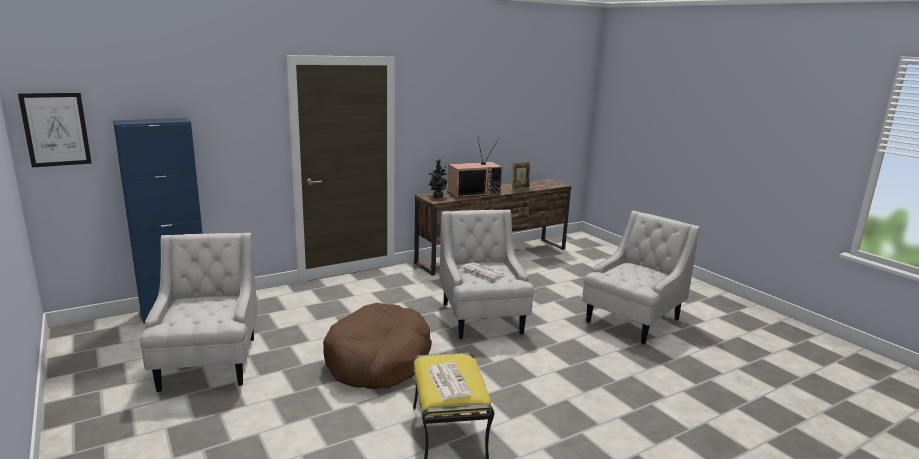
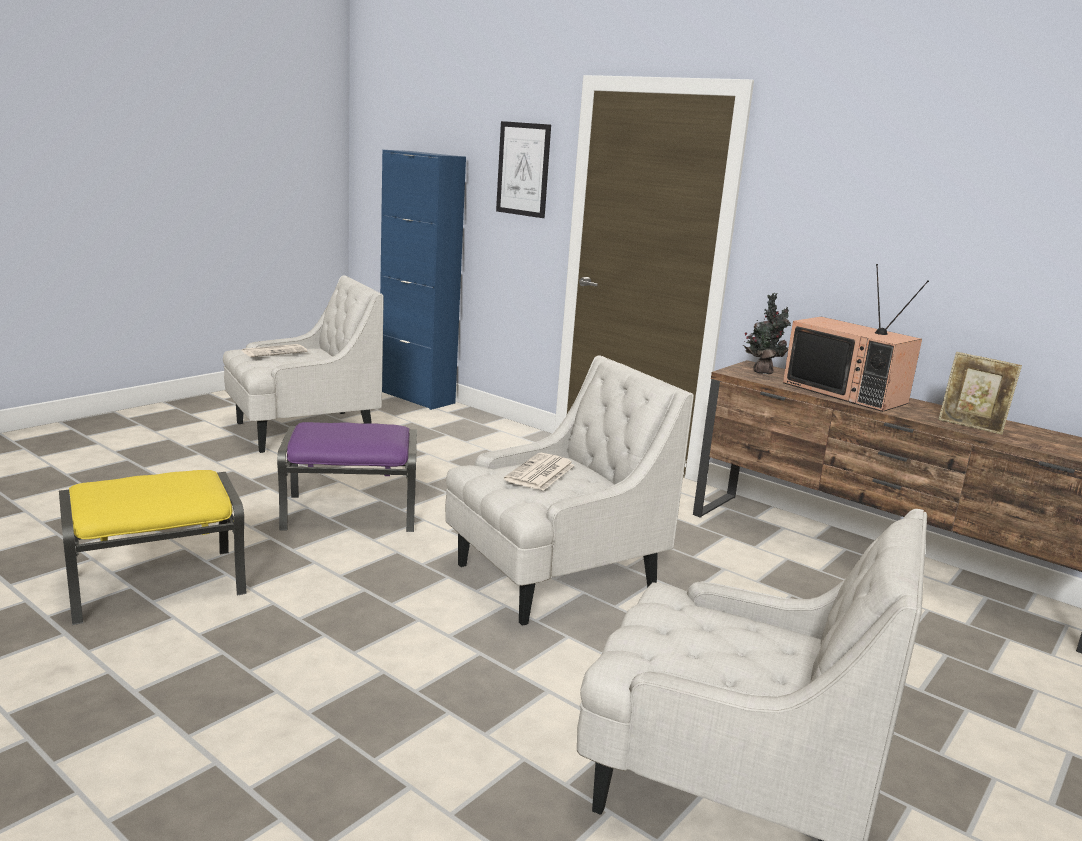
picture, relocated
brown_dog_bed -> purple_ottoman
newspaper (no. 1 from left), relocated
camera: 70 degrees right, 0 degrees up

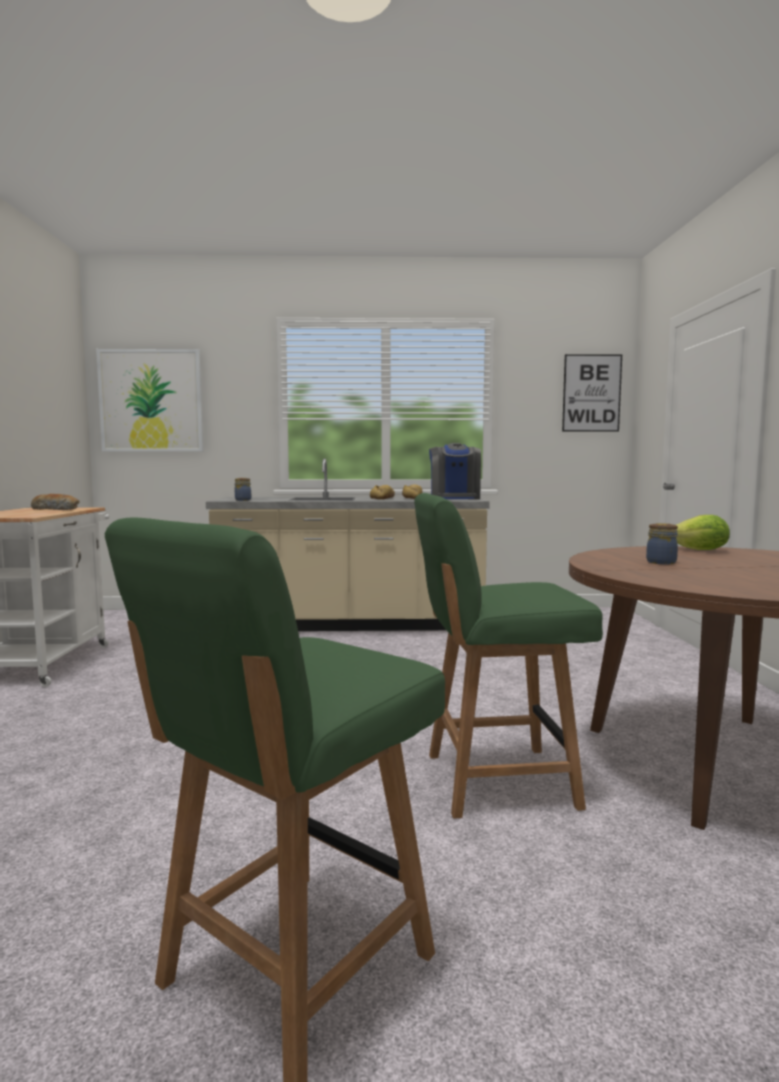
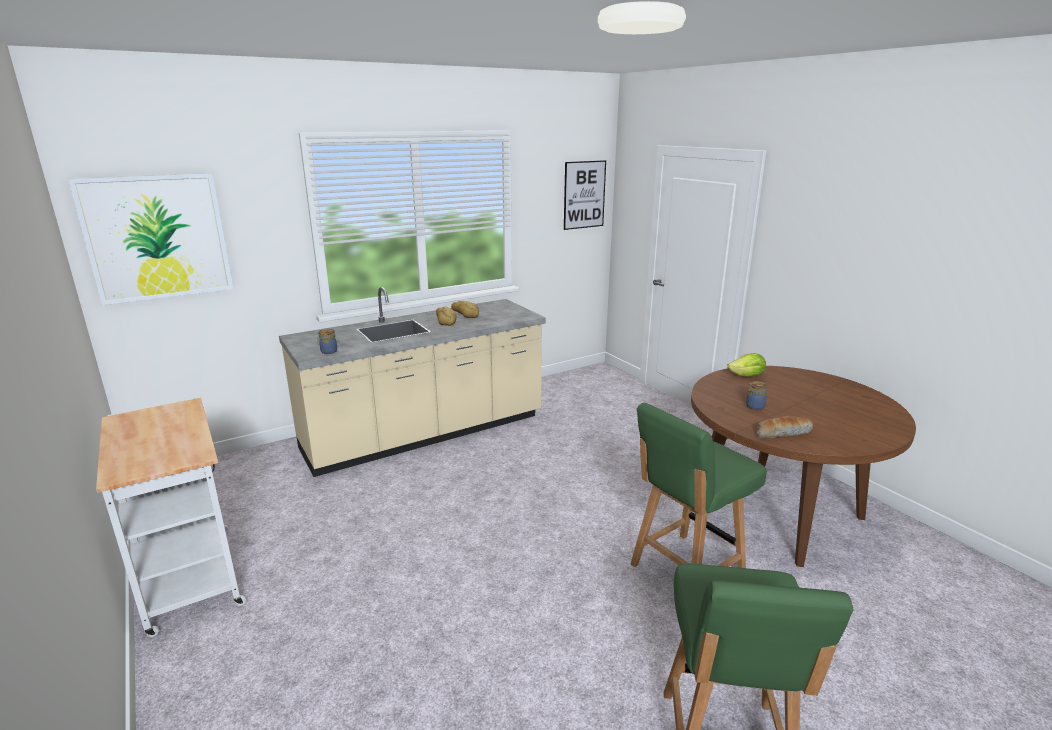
bread (no. 1 from left in the first image) -> bread (no. 3 from left), relocated
coffee_machine -> none
camera: 30 degrees left, 15 degrees up

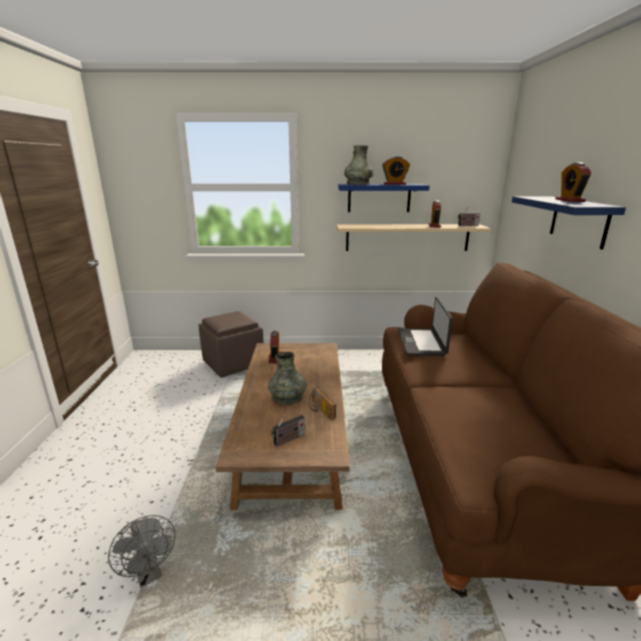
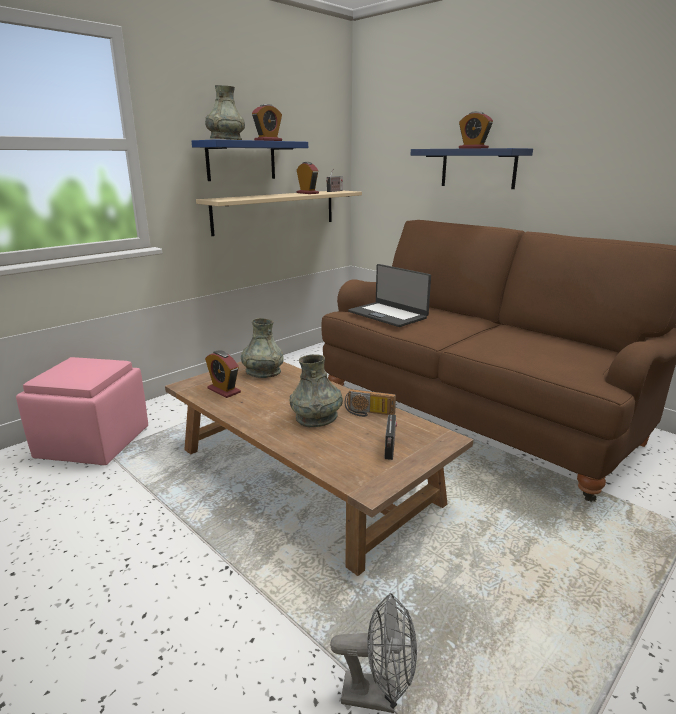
brown_ottoman -> pink_ottoman
none -> grey_vase (no. 2 from left)
camera: 45 degrees left, 0 degrees up

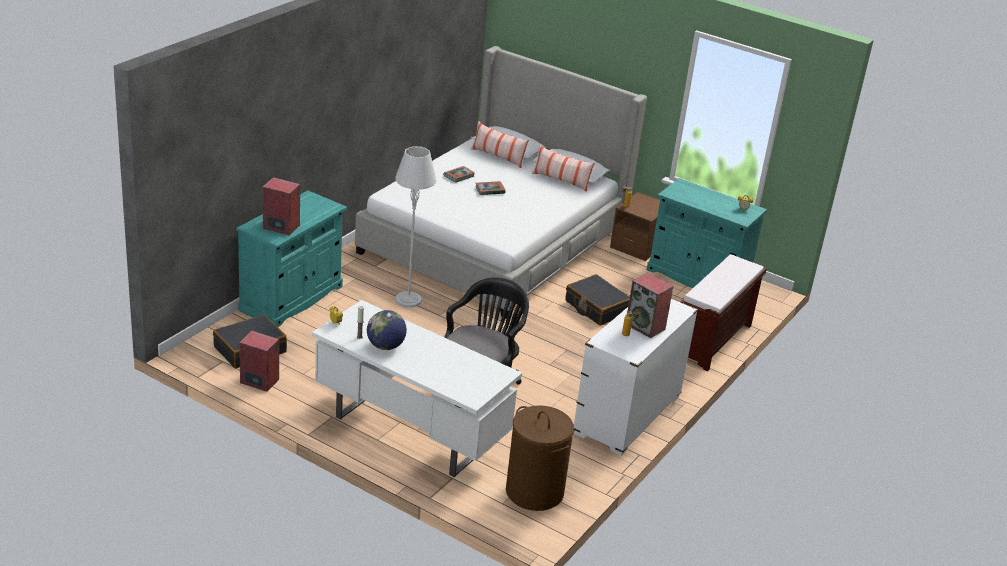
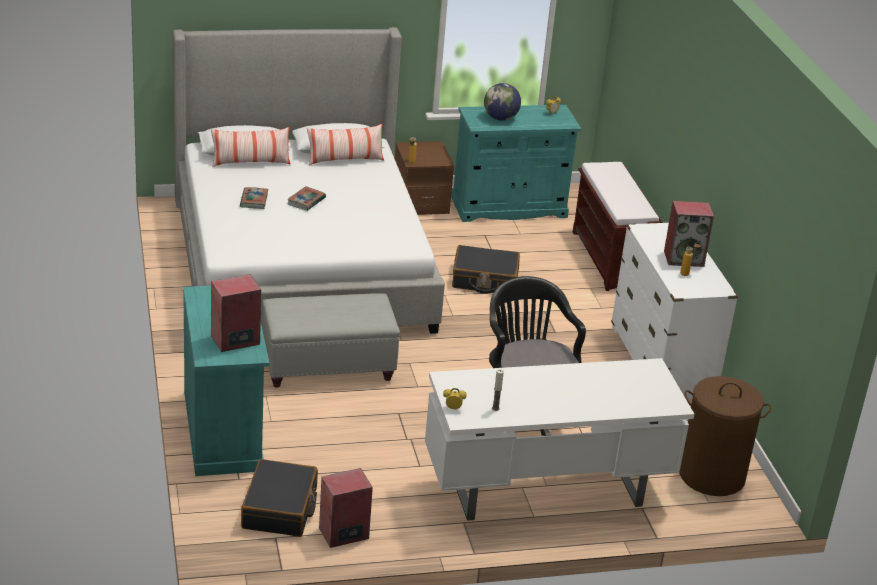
globe, relocated
grey_floor_lamp -> grey_ottoman
camera: 45 degrees left, 0 degrees up

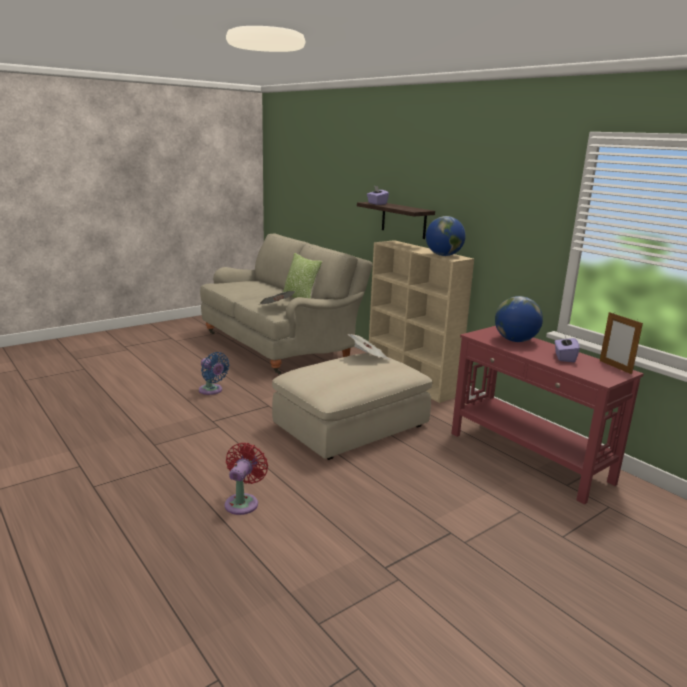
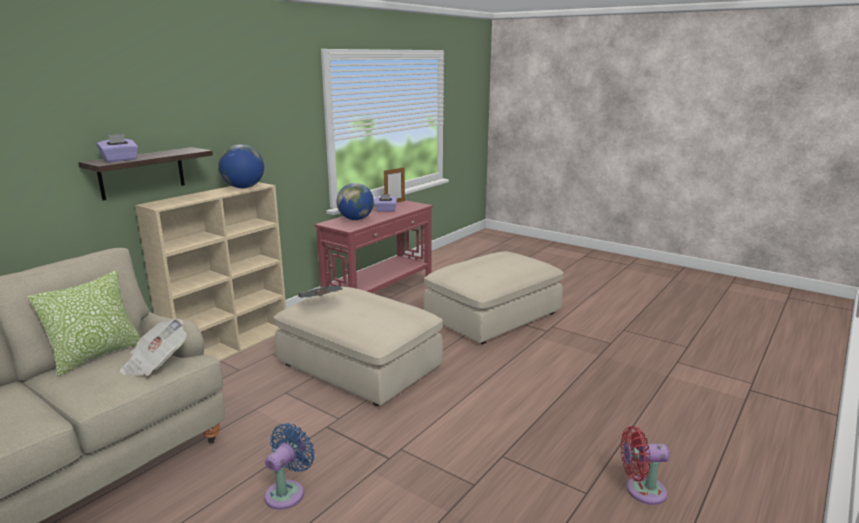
red_fan, relocated
none -> beige_ottoman (no. 2 from left)
camera: 105 degrees left, 0 degrees up

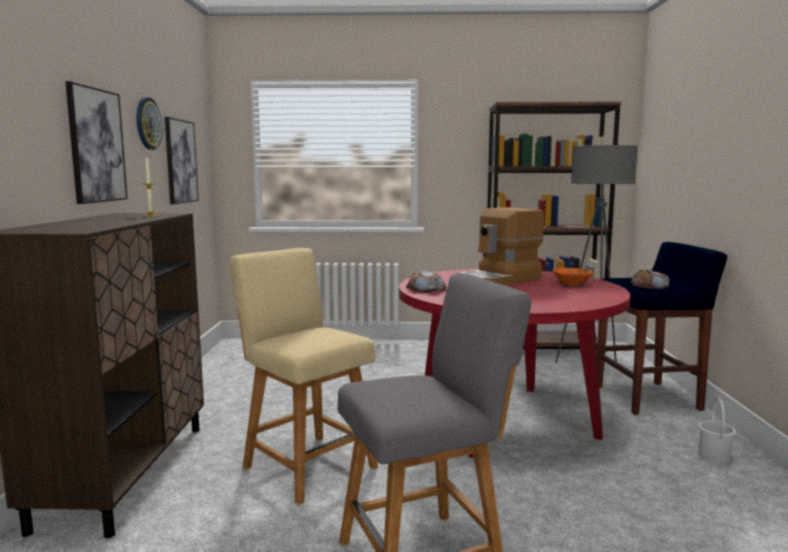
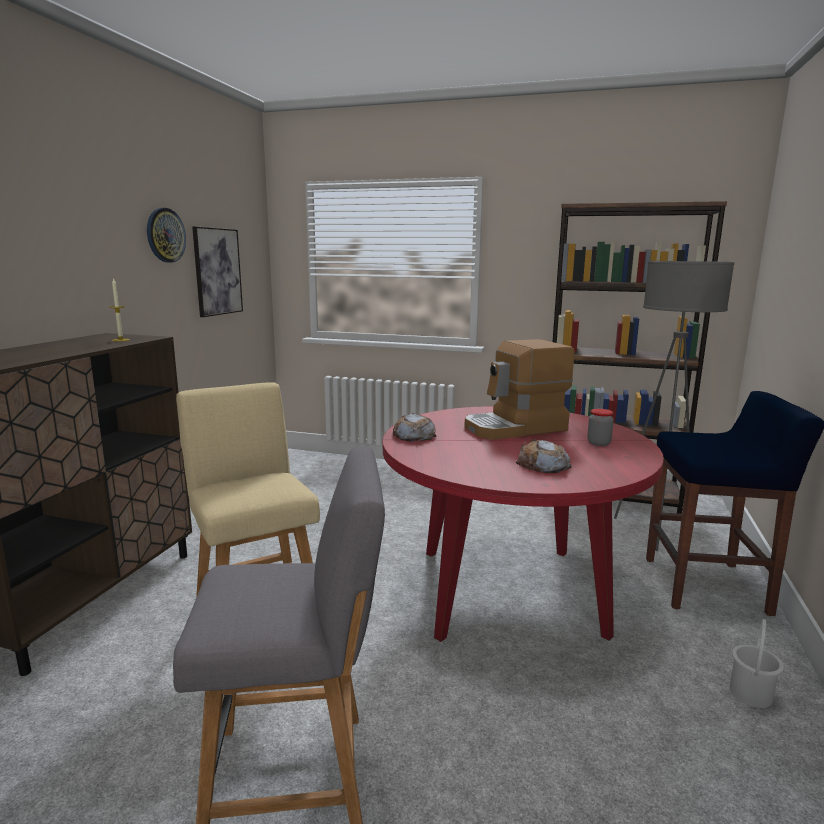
picture (no. 1 from left) -> none
orange_bowl -> jar
bread (no. 2 from left), relocated
camera: 15 degrees right, 5 degrees up

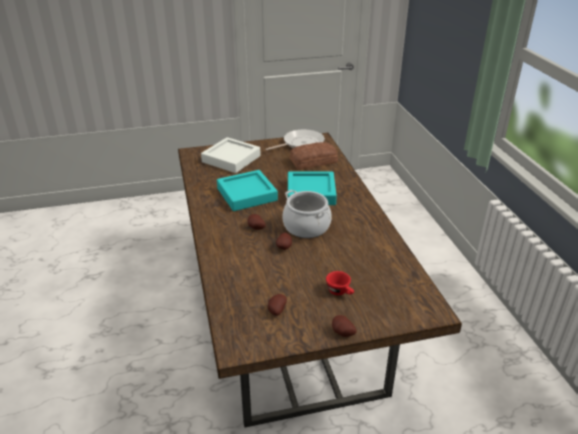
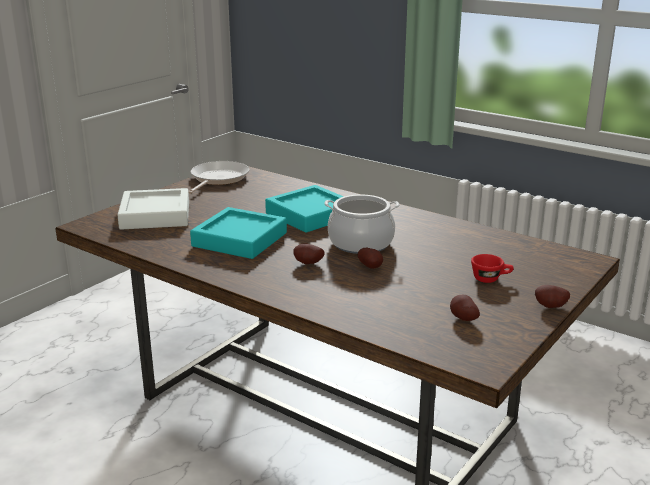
bread -> none
camera: 40 degrees left, 10 degrees down

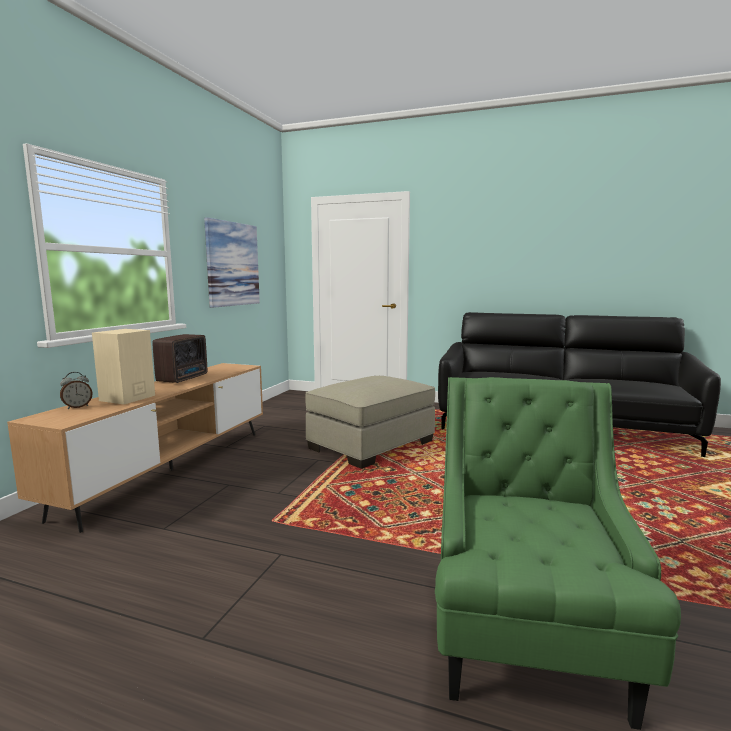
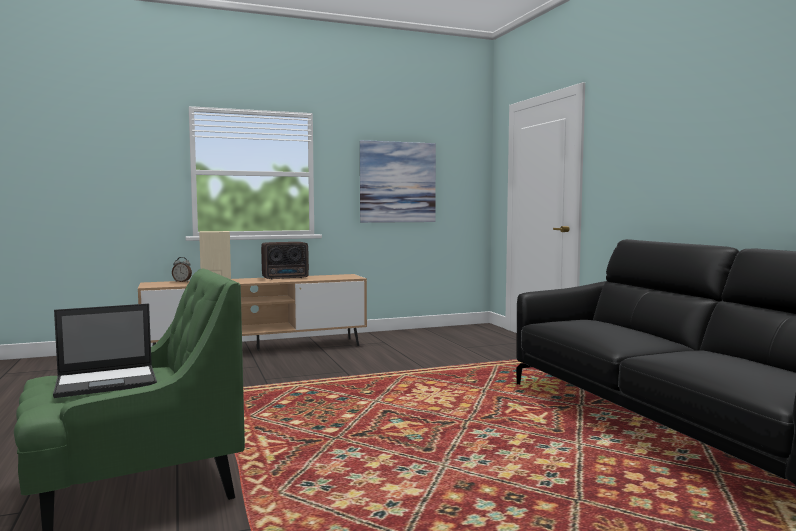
beige_ottoman -> none
none -> laptop
camera: 50 degrees right, 5 degrees down

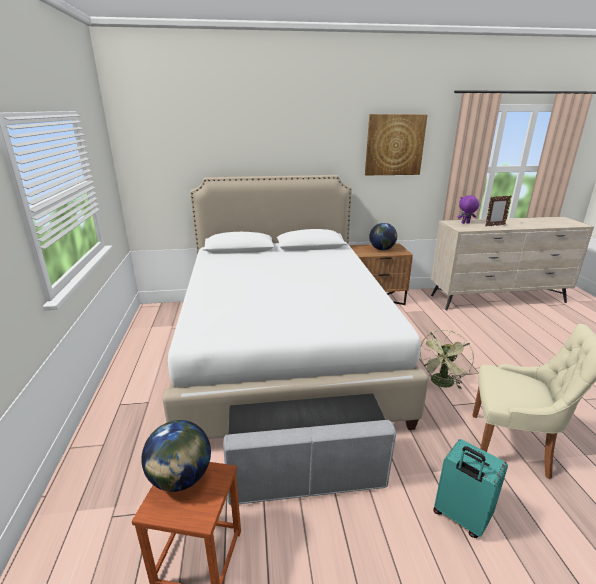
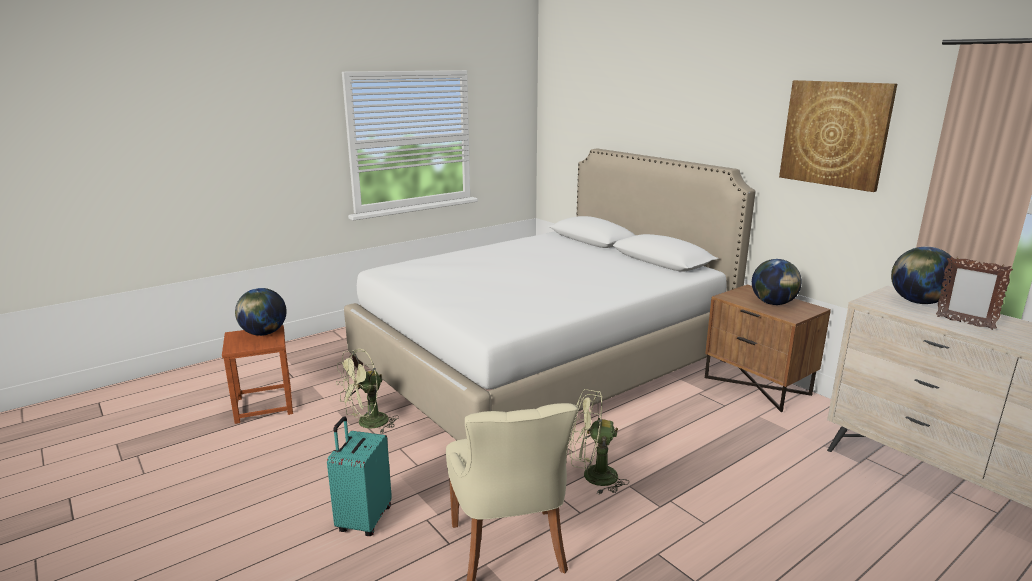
grey_ottoman -> green_fan (no. 1 from left)
purple_plush_toy -> globe (no. 3 from left)
camera: 60 degrees right, 5 degrees down

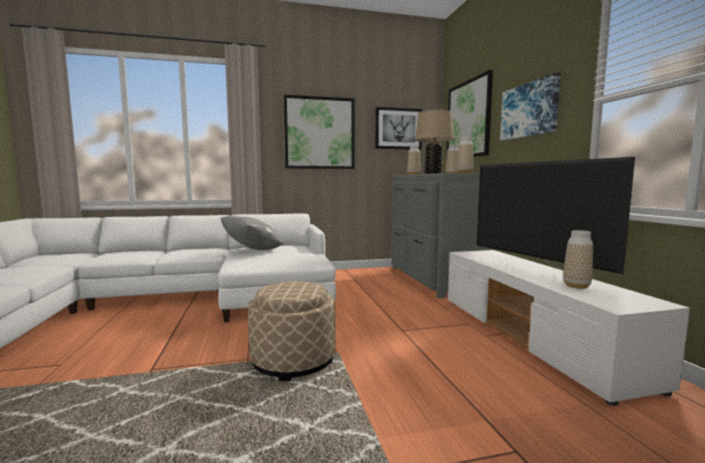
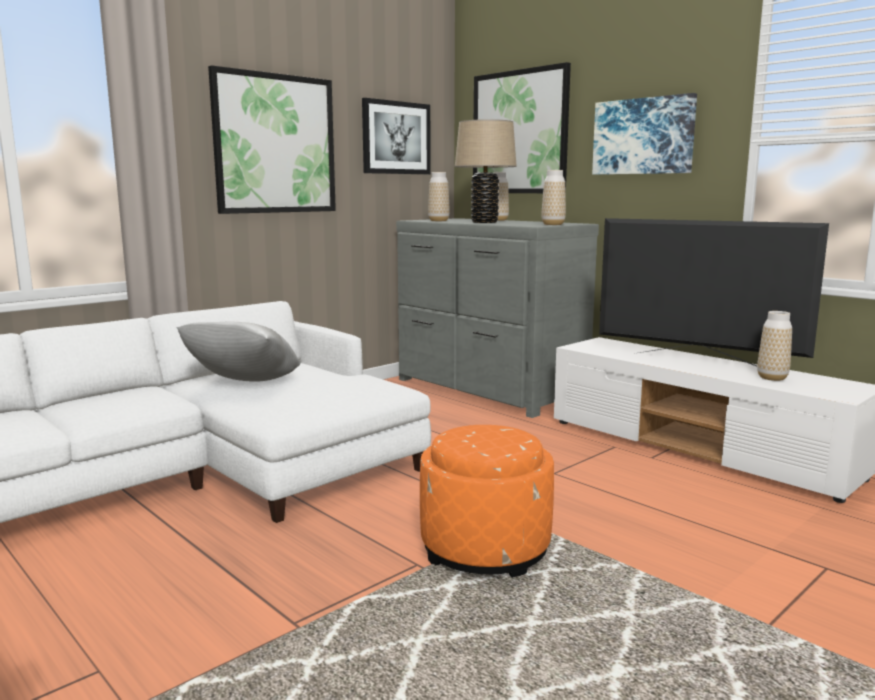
beige_ottoman -> orange_ottoman
camera: 30 degrees left, 5 degrees up

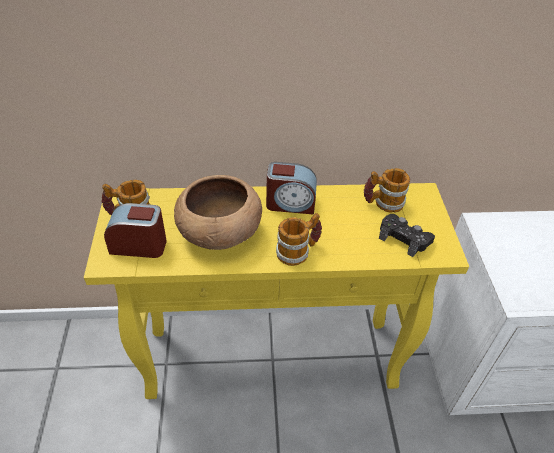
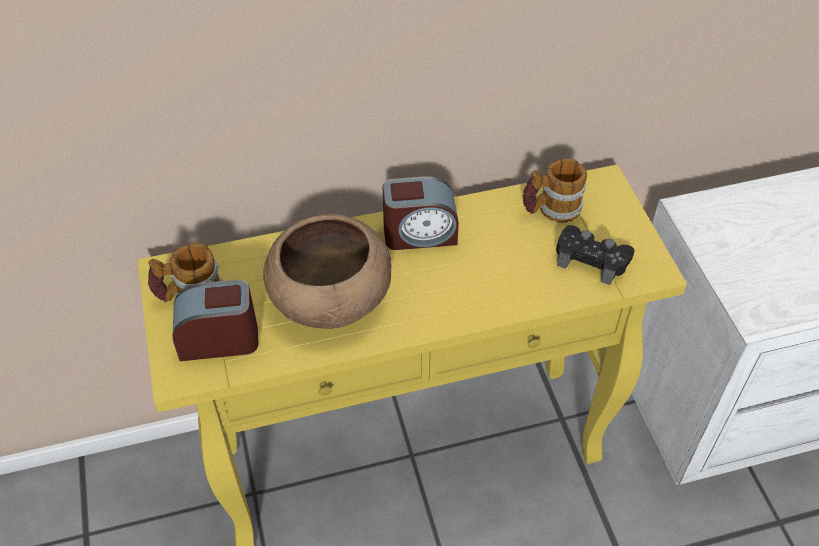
mug (no. 2 from left) -> none
camera: 10 degrees left, 5 degrees up

